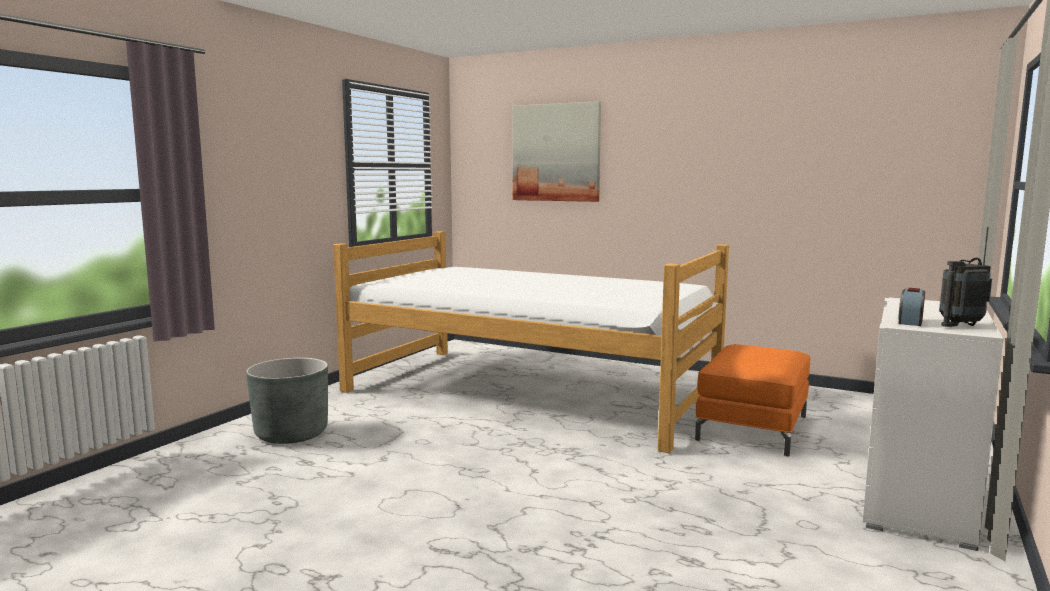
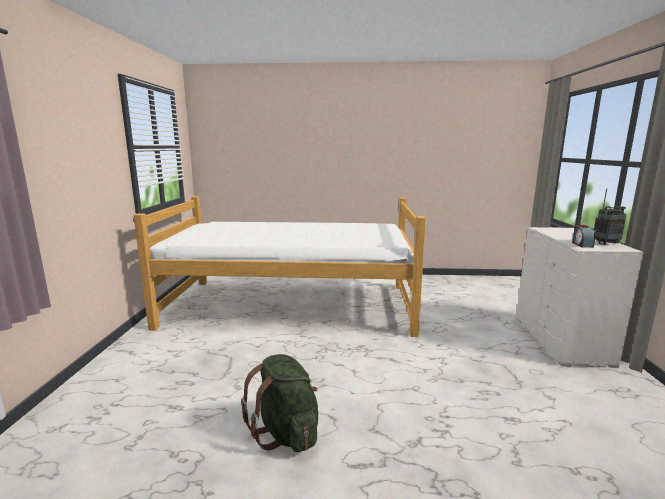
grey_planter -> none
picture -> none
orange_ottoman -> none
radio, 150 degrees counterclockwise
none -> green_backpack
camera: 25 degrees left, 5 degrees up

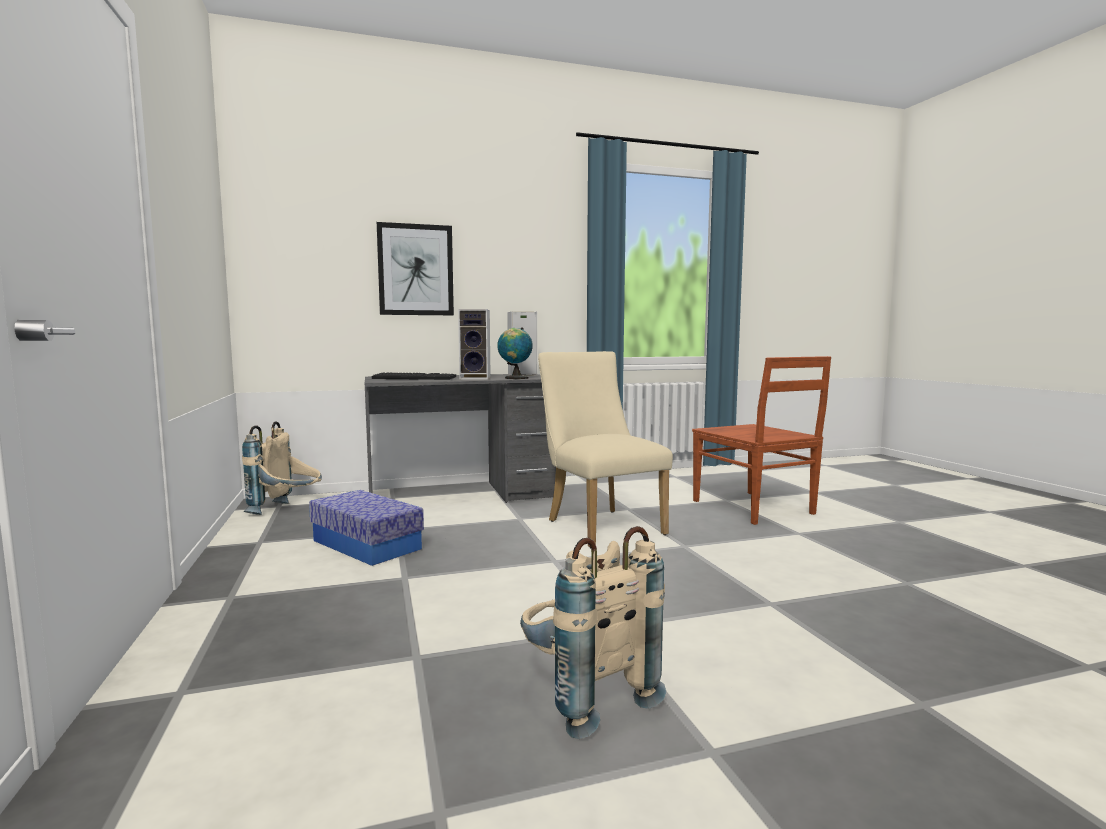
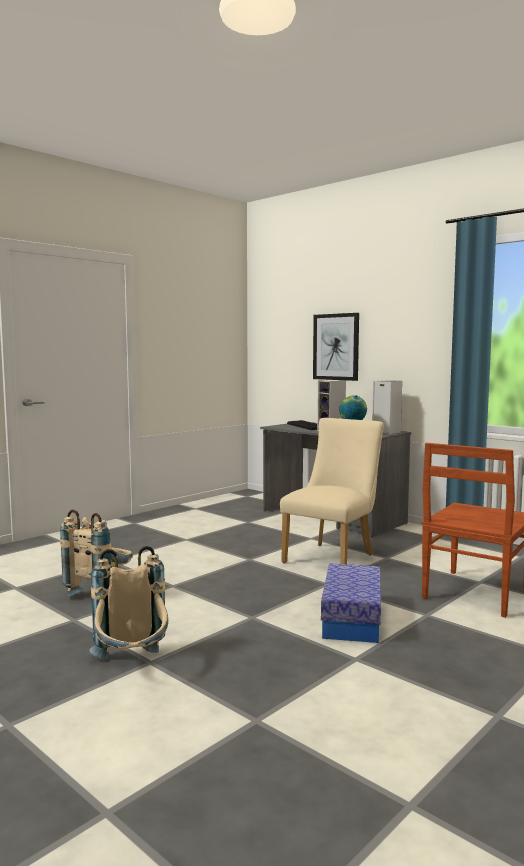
beige_backpack (no. 1 from left in the first image) -> beige_backpack (no. 2 from left), relocated
storage_box, relocated
camera: 60 degrees right, 0 degrees up

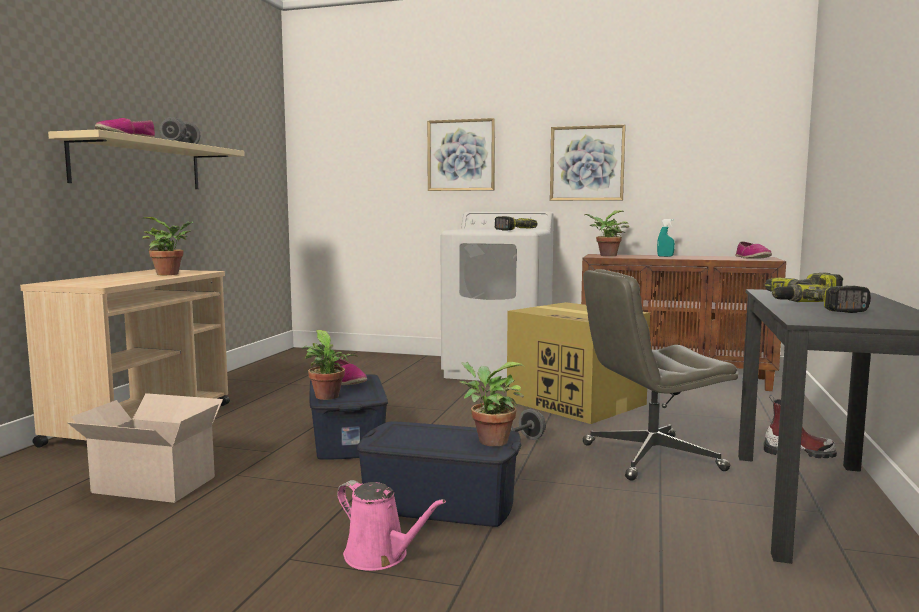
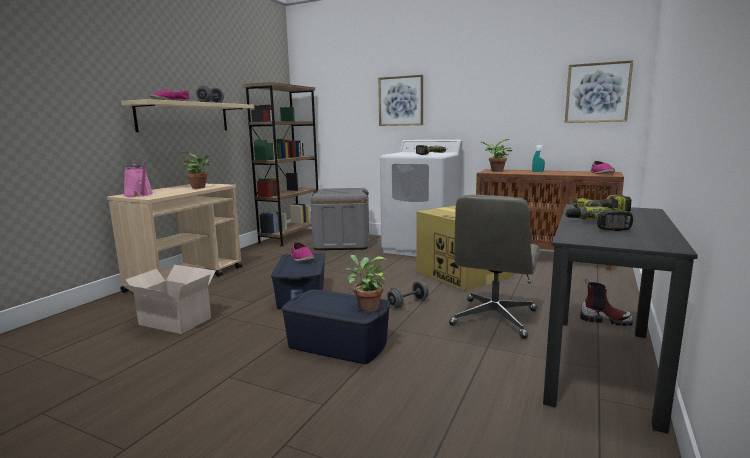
potted_plant (no. 2 from left) -> none
pink_watering_can, relocated
picture (no. 2 from left), relocated
grey_office_chair, 60 degrees counterclockwise
none -> brown_bookcase
none -> grey_storage_box
camera: 10 degrees right, 5 degrees up

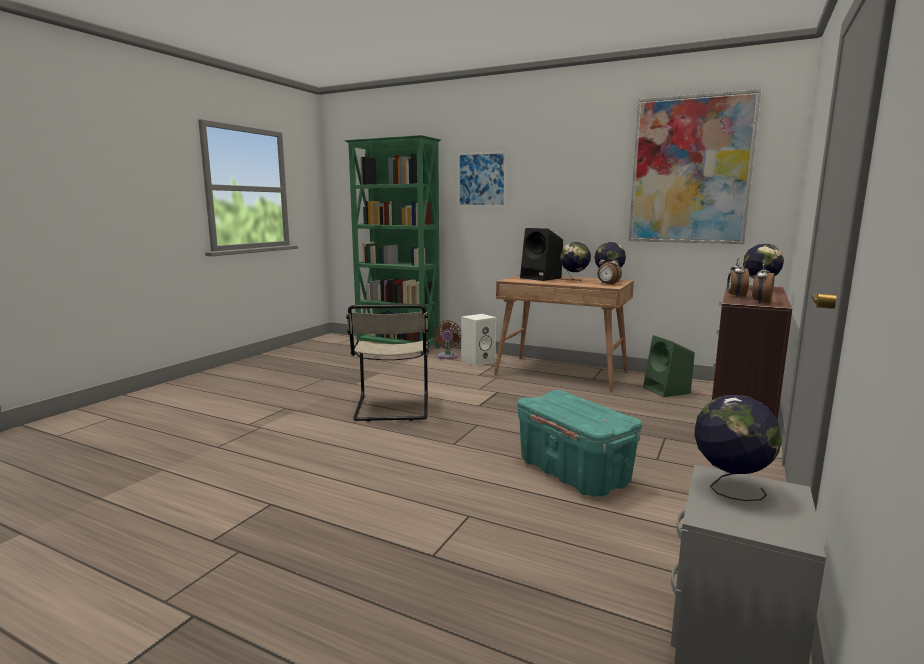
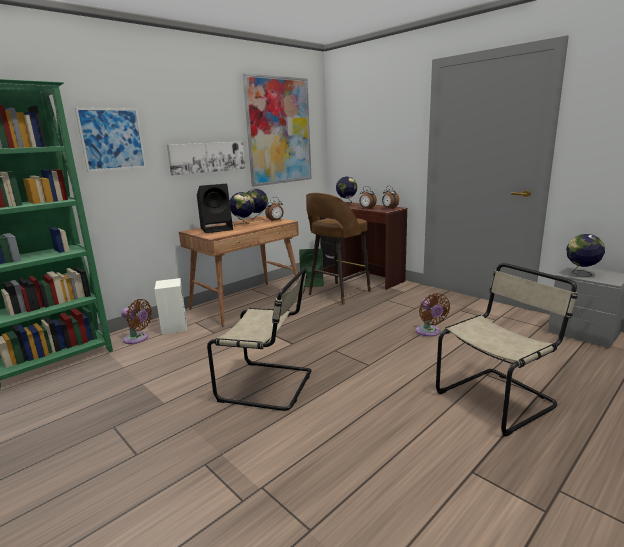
turquoise_storage_box -> brown_fan (no. 2 from left)
none -> picture (no. 2 from left)
none -> brown_stool
none -> beige_chair (no. 2 from left)
camera: 70 degrees left, 5 degrees up

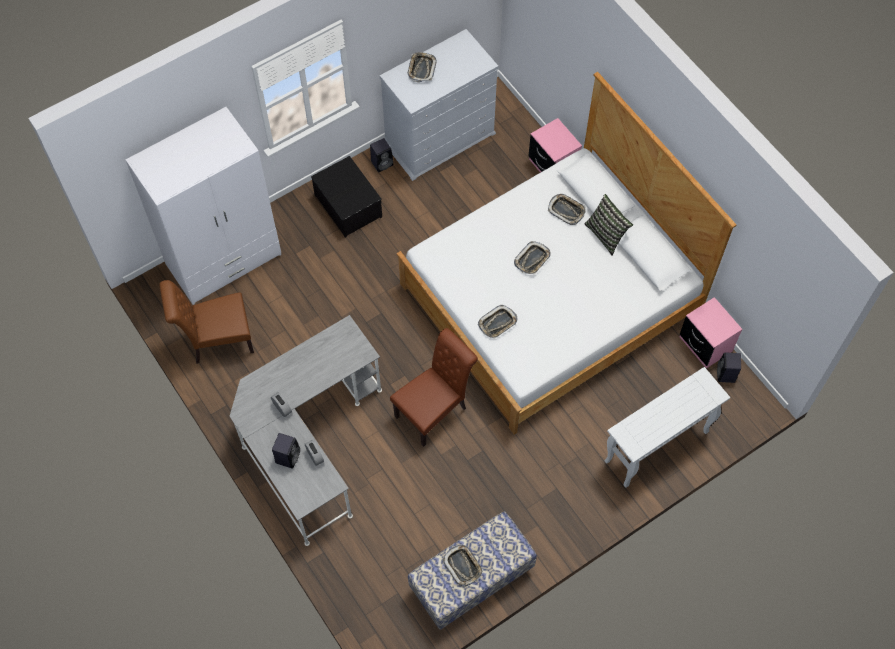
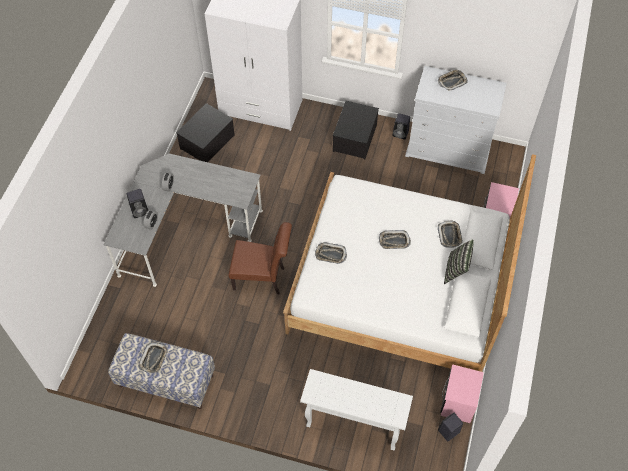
brown_chair (no. 1 from left) -> storage_box (no. 1 from left)
camera: 50 degrees right, 5 degrees down

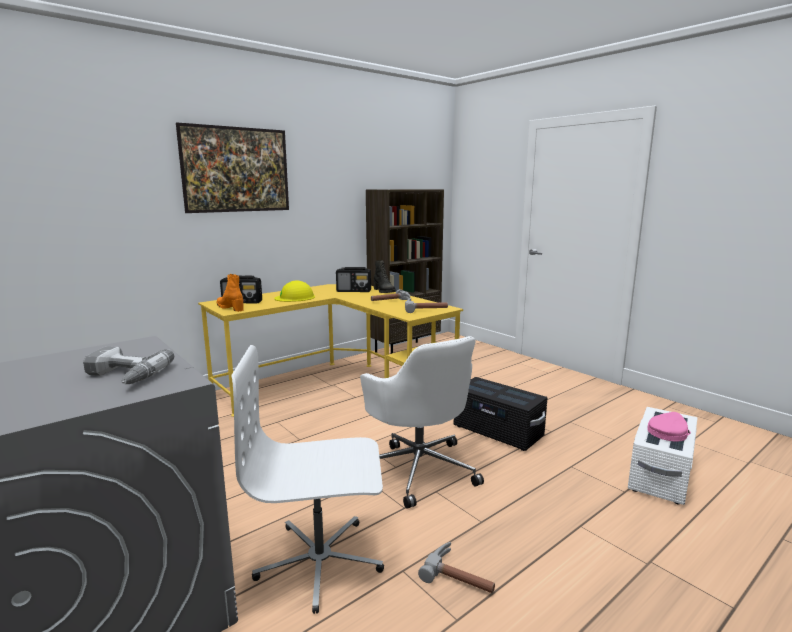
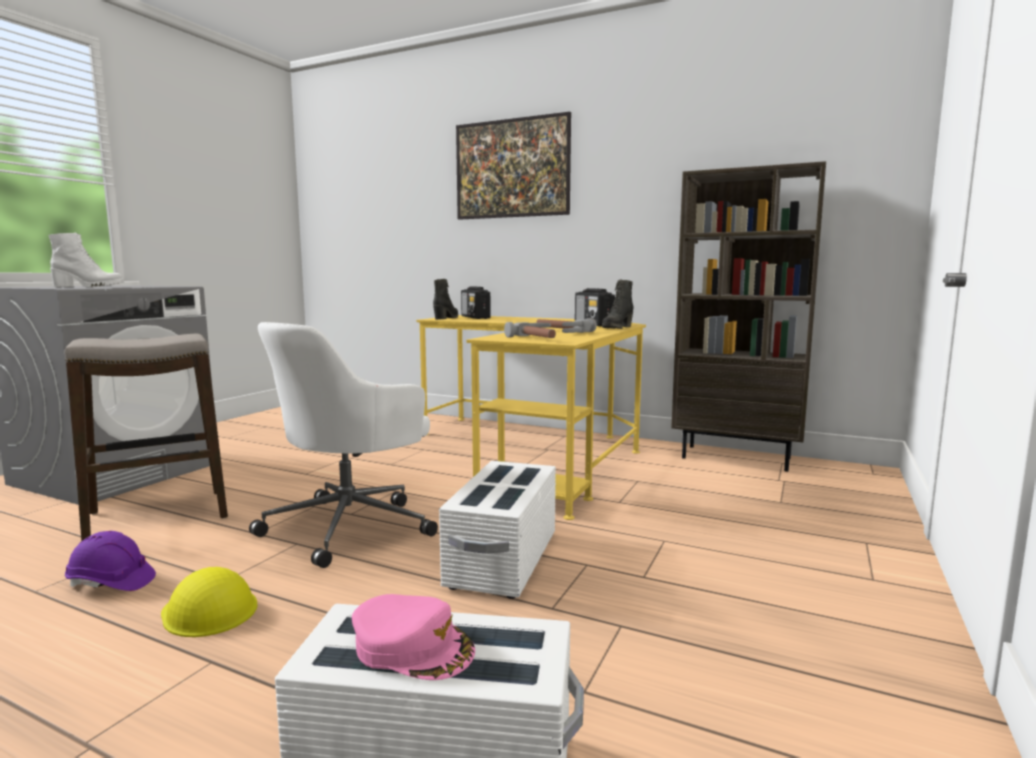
power_drill -> white_boot
orange_boot -> black_boot (no. 1 from left)
white_office_chair (no. 1 from left) -> stool
yellow_hard_hat, relocated
hammer (no. 3 from left) -> purple_hard_hat
black_storage_box -> white_storage_box (no. 2 from left)
camera: 65 degrees right, 5 degrees down

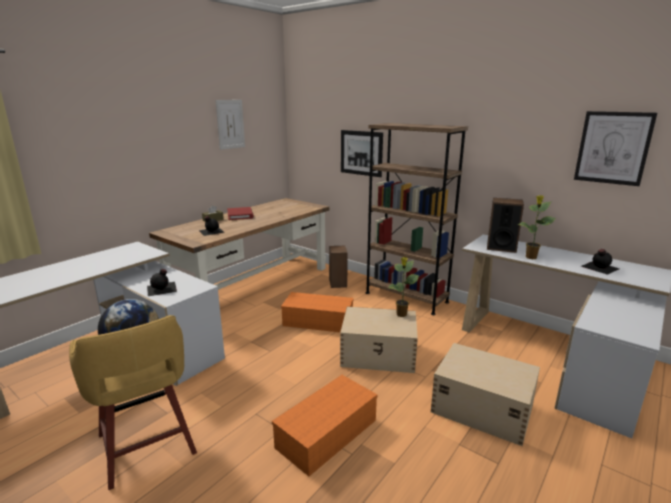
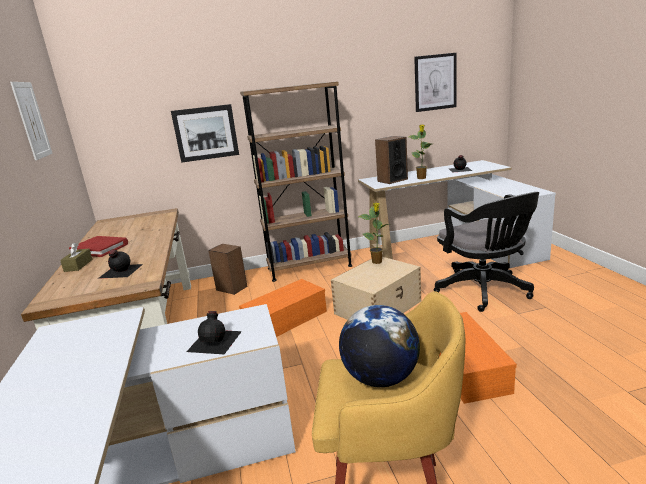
beige_storage_box (no. 2 from left) -> black_office_chair
camera: 50 degrees left, 0 degrees up

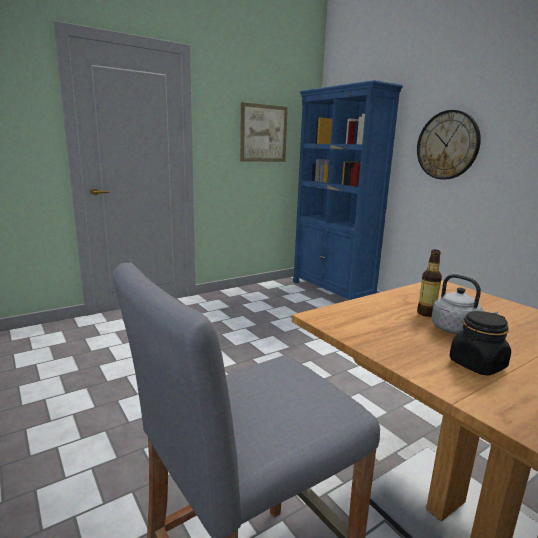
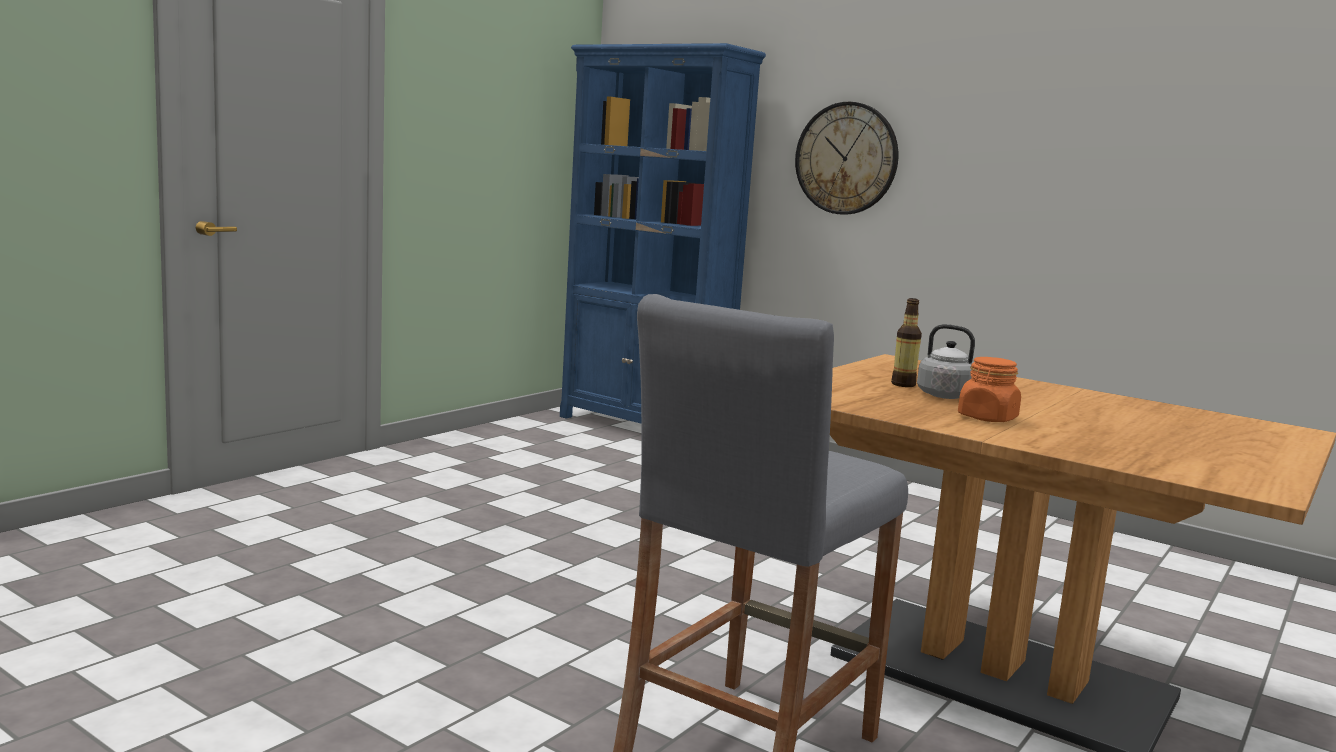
picture -> none
black_jar -> orange_jar
camera: 20 degrees left, 5 degrees down

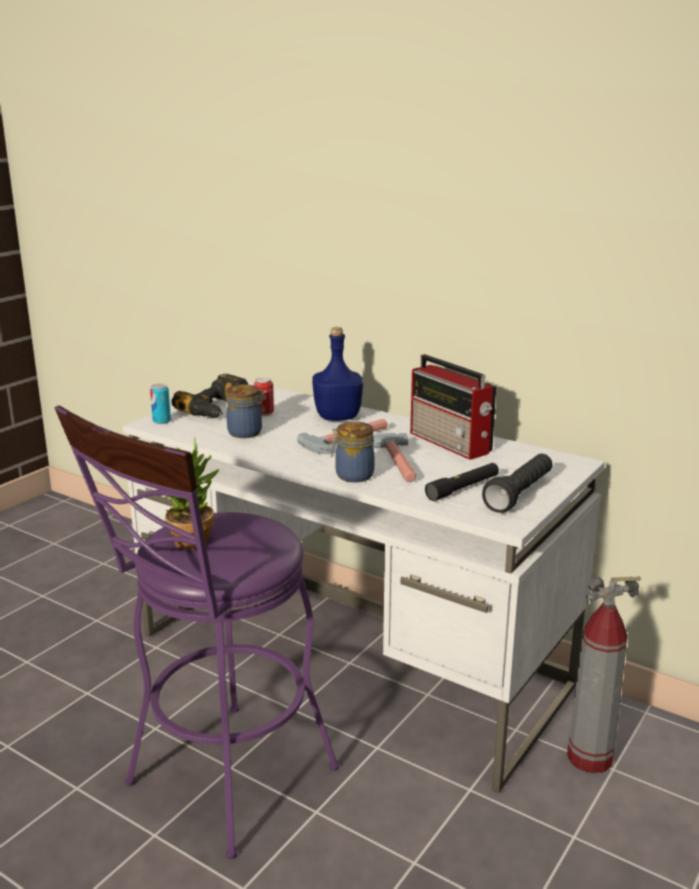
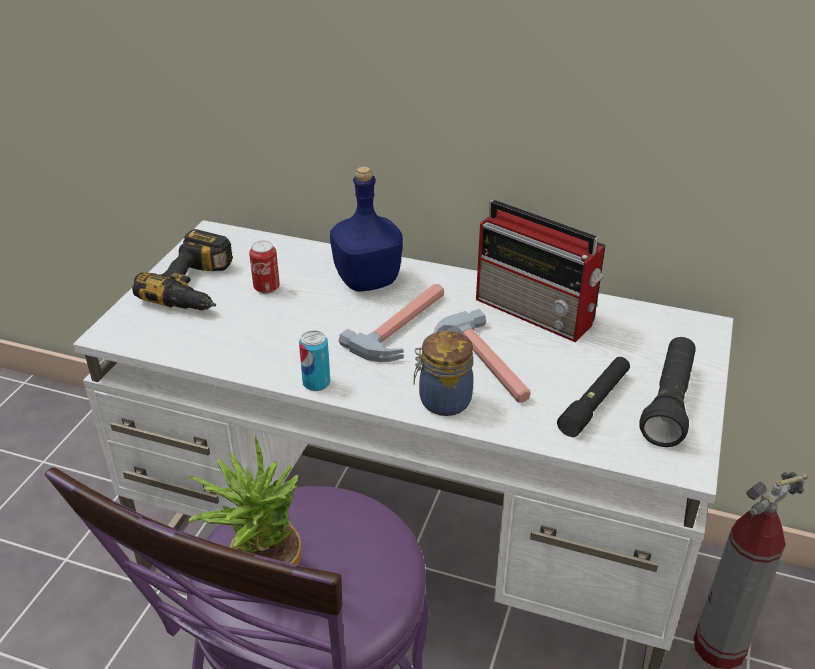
can (no. 1 from left in the first image) -> can (no. 2 from left), relocated
jar (no. 1 from left) -> none
camera: 15 degrees left, 15 degrees up

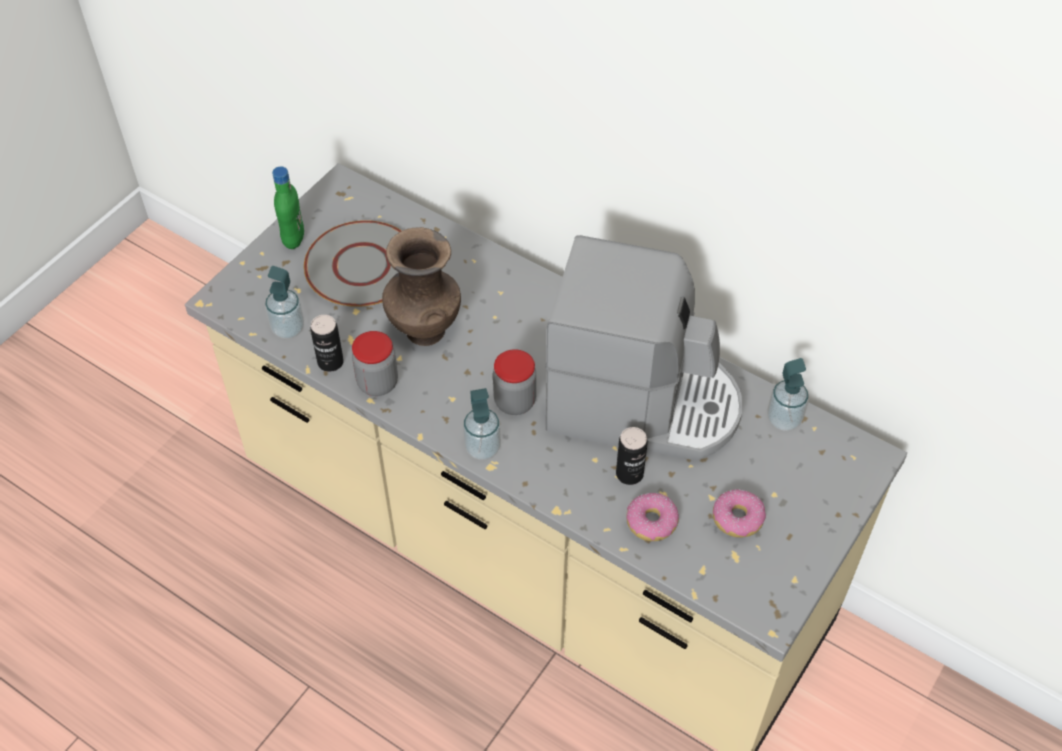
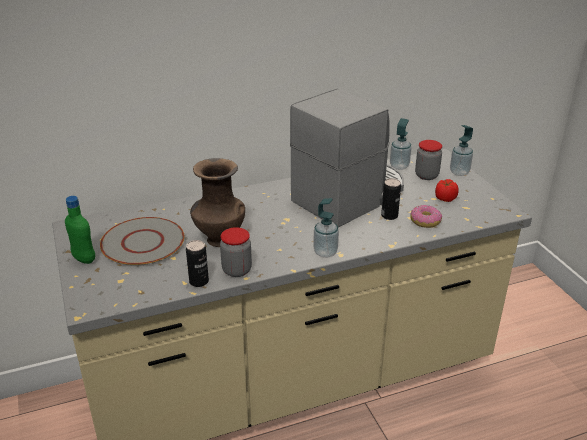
soap_dispenser (no. 1 from left in the first image) -> soap_dispenser (no. 3 from left), relocated
jar (no. 2 from left), relocated
donut (no. 2 from left) -> tomato
camera: 55 degrees left, 20 degrees down

